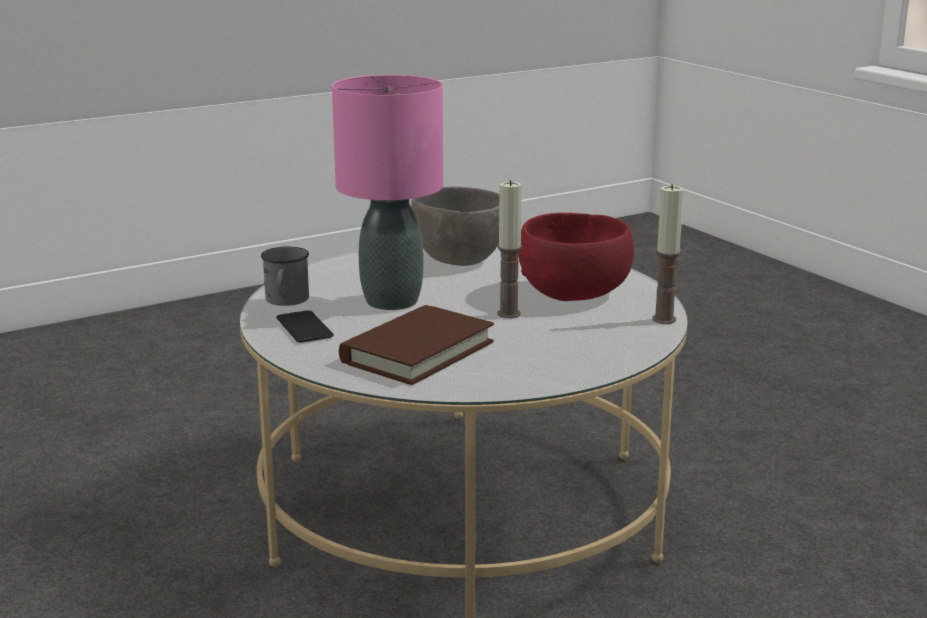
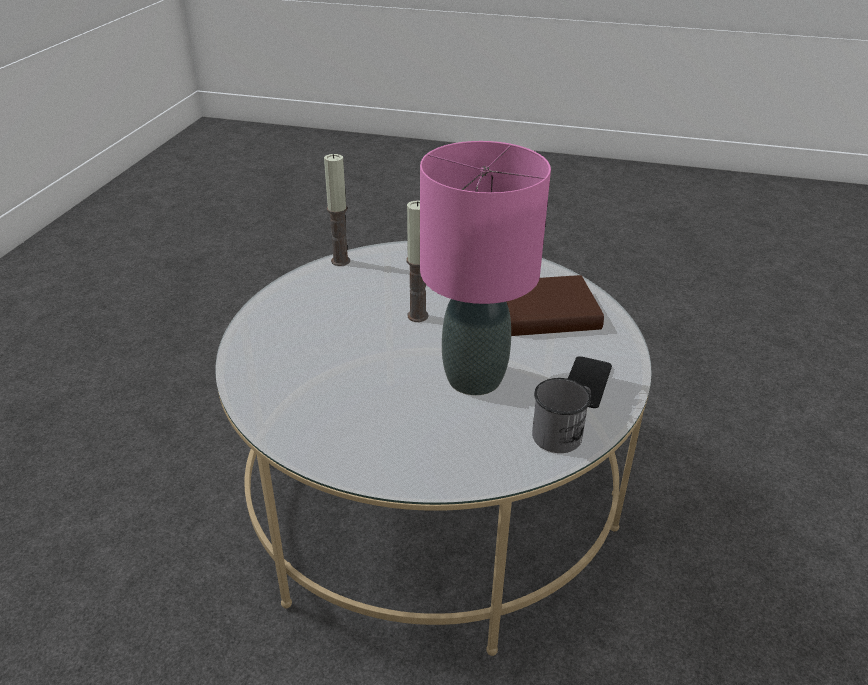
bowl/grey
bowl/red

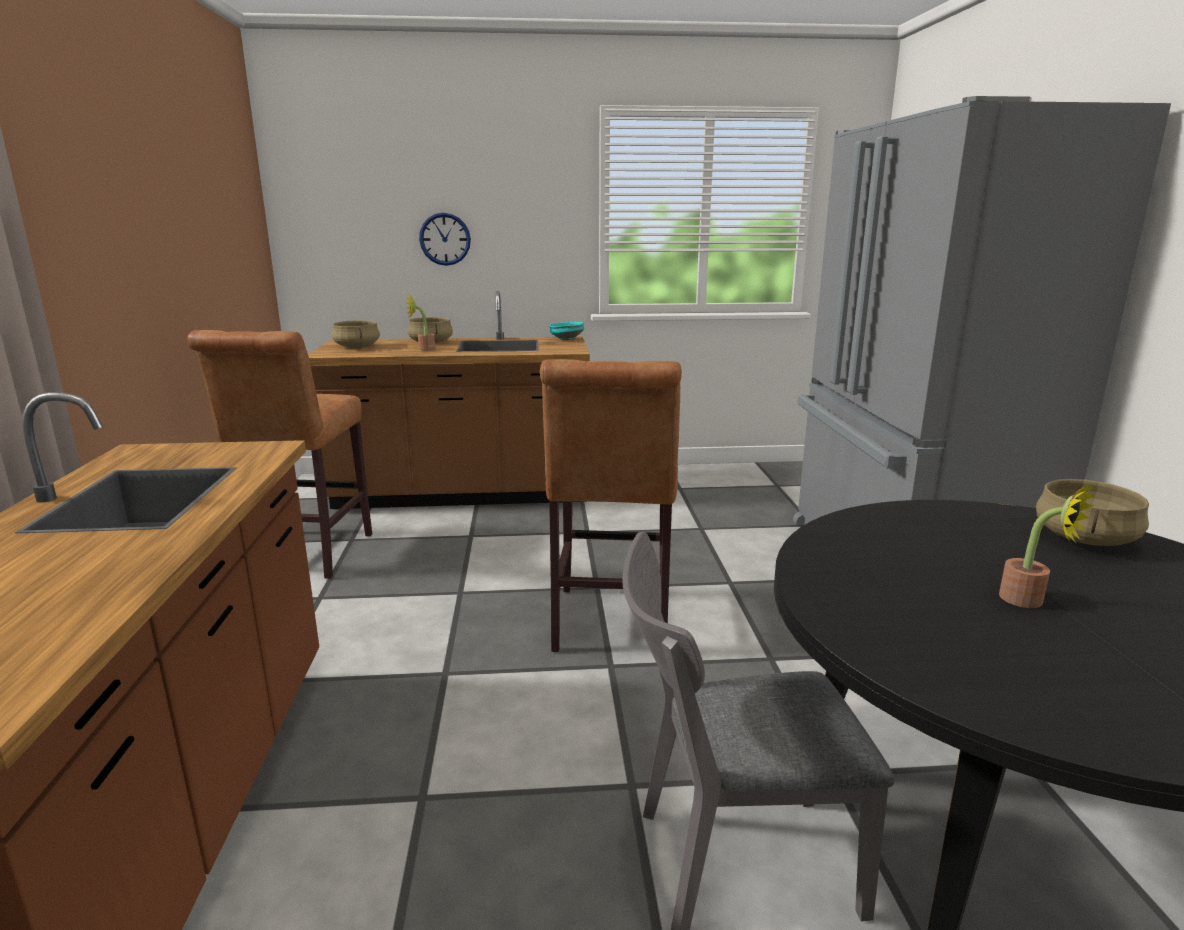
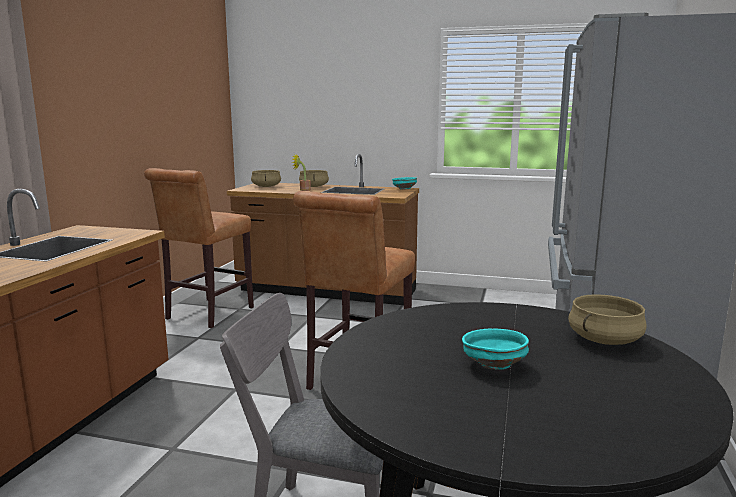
wall clock
bowl/turquoise (2nd from left)

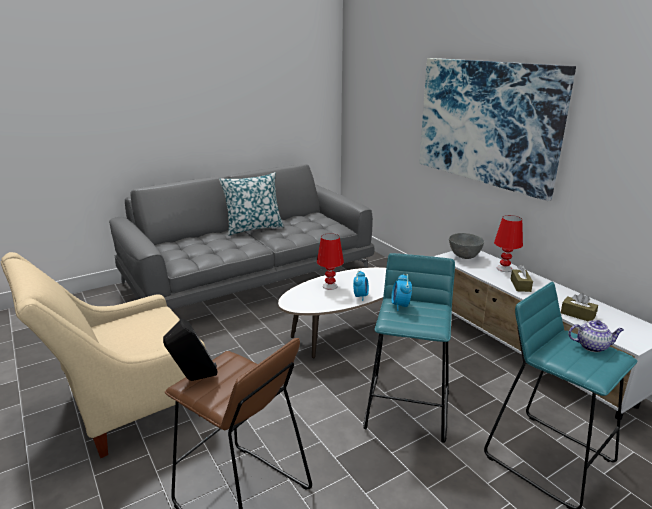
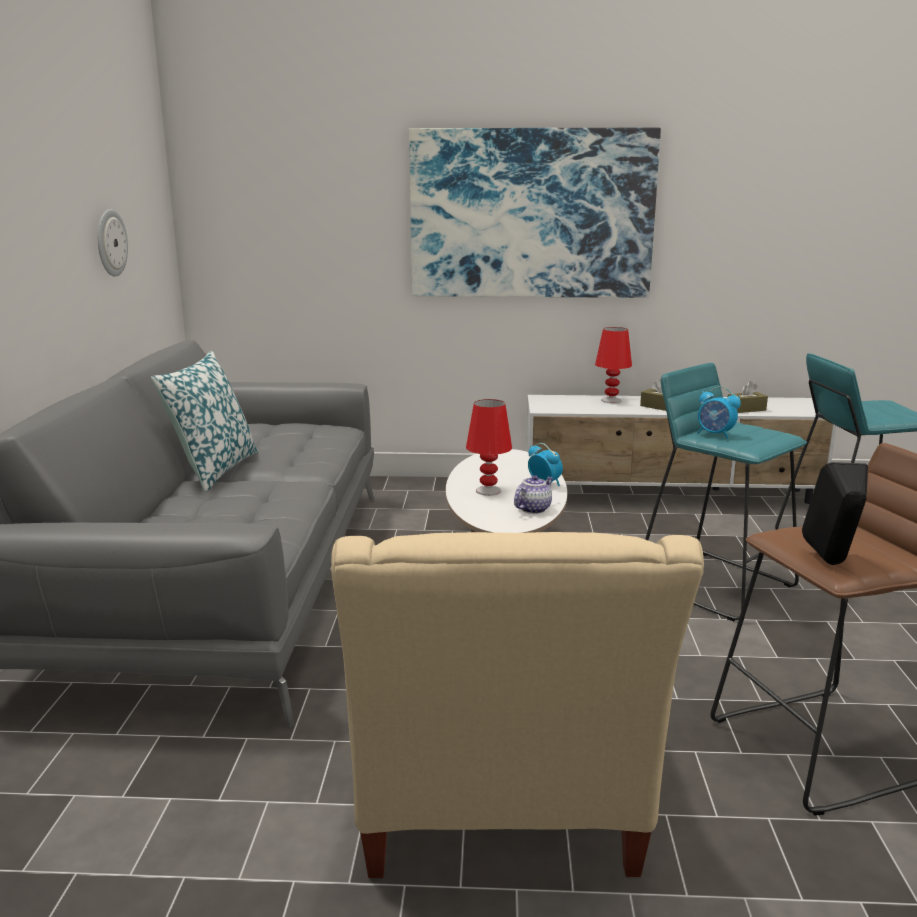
bowl/grey
wall clock
teapot

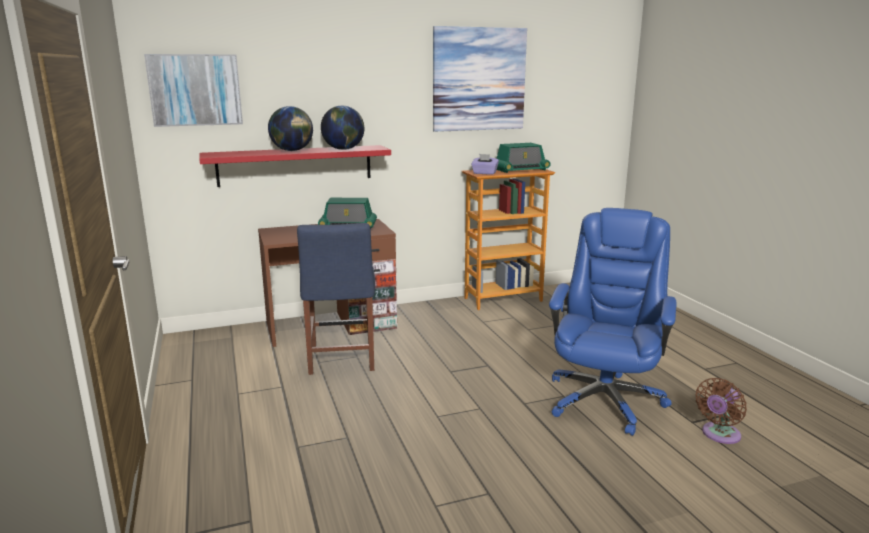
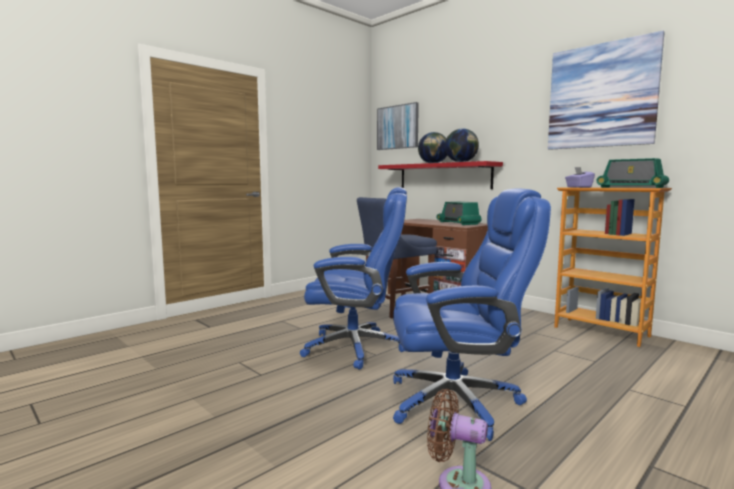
office chair/blue (1st from left)

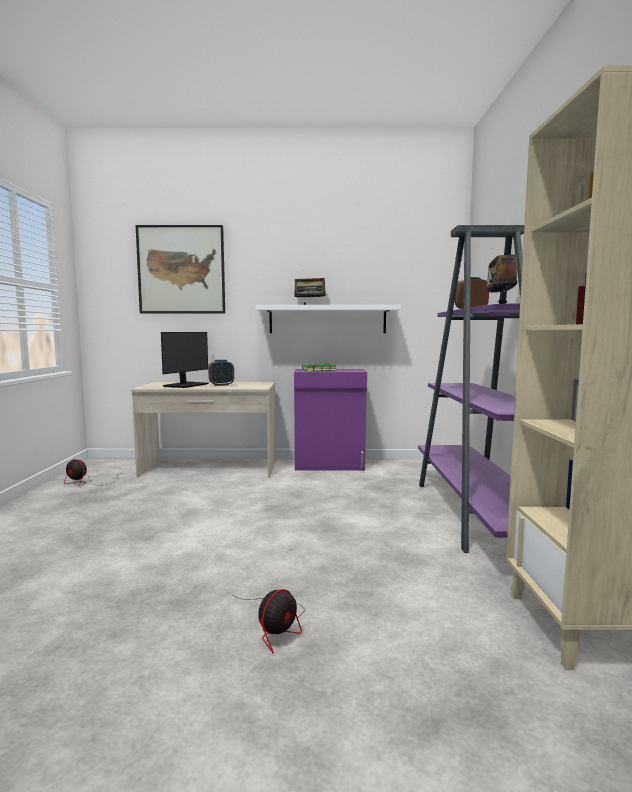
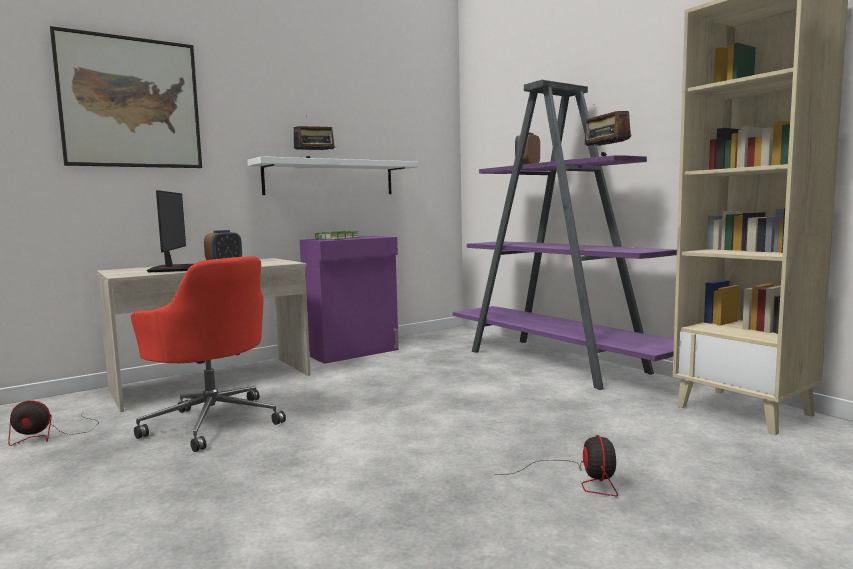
office chair/red

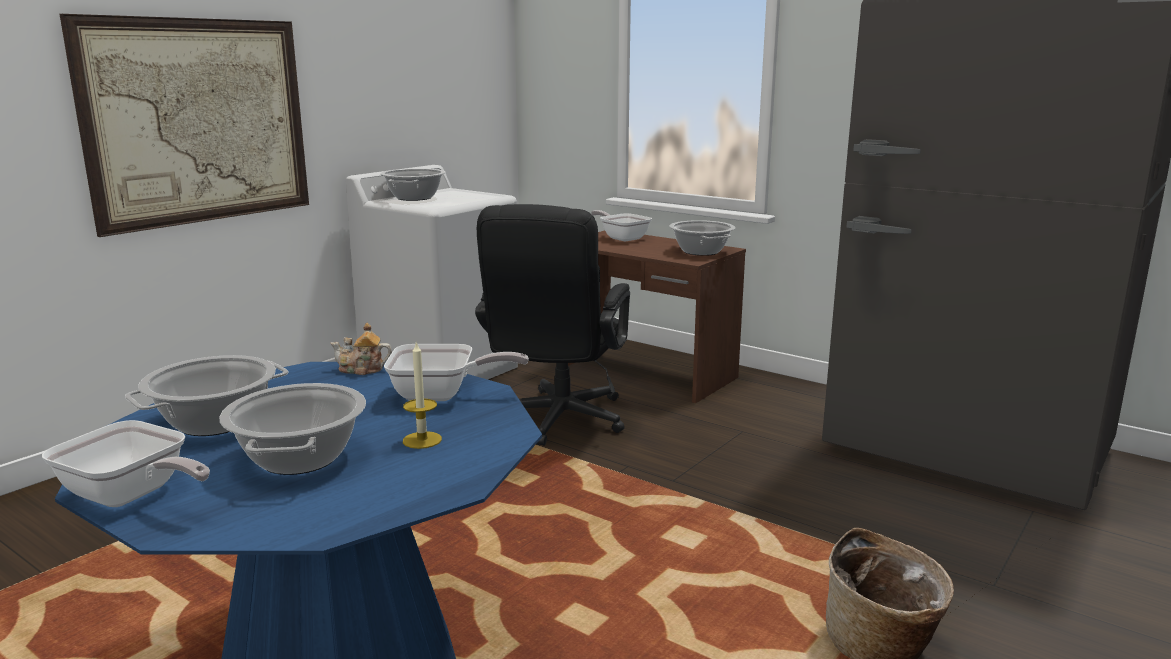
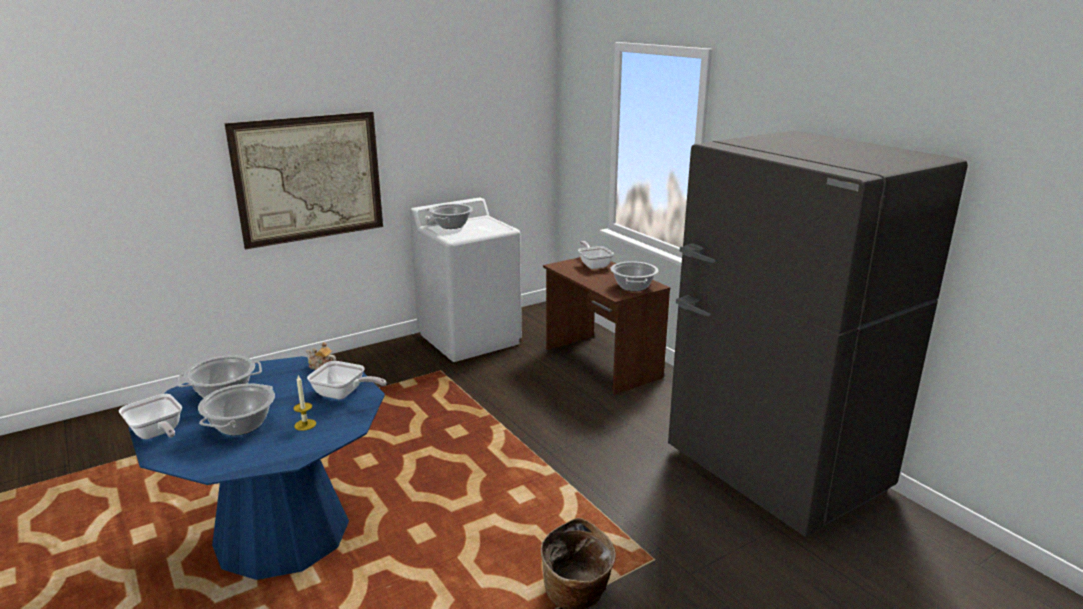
office chair/black

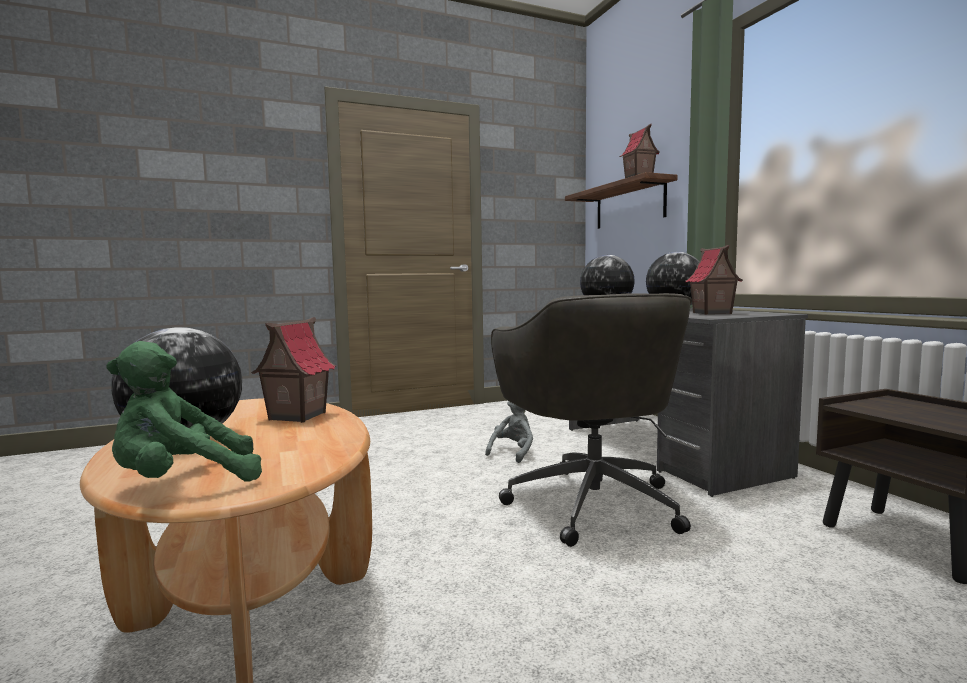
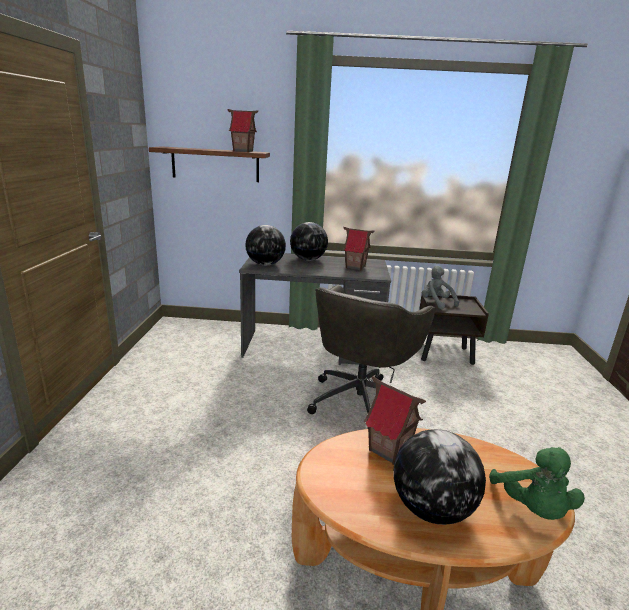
plush toy/grey
office chair/grey

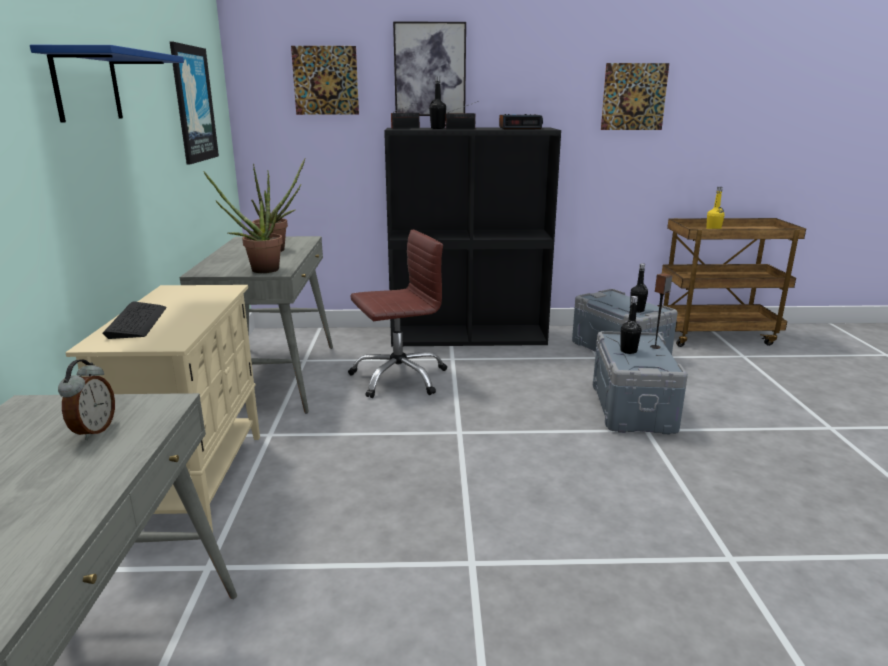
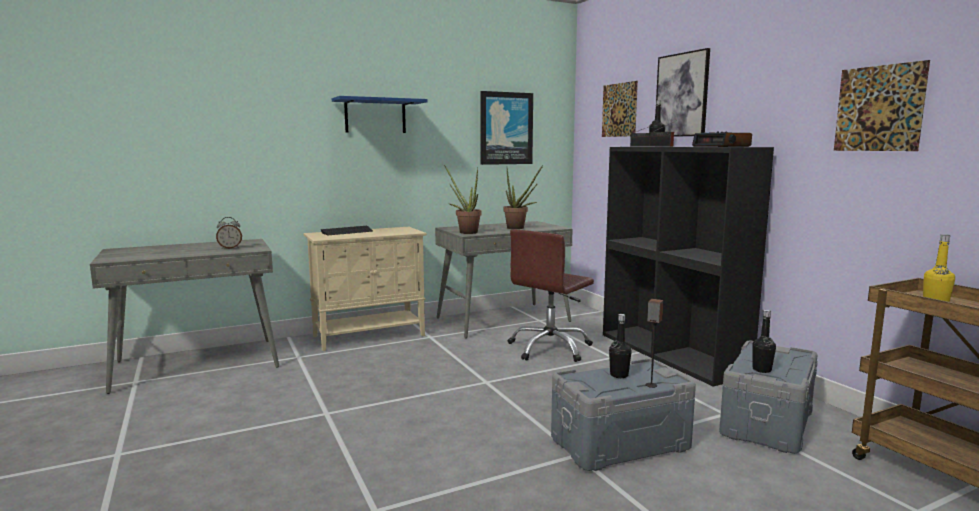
office chair/brown

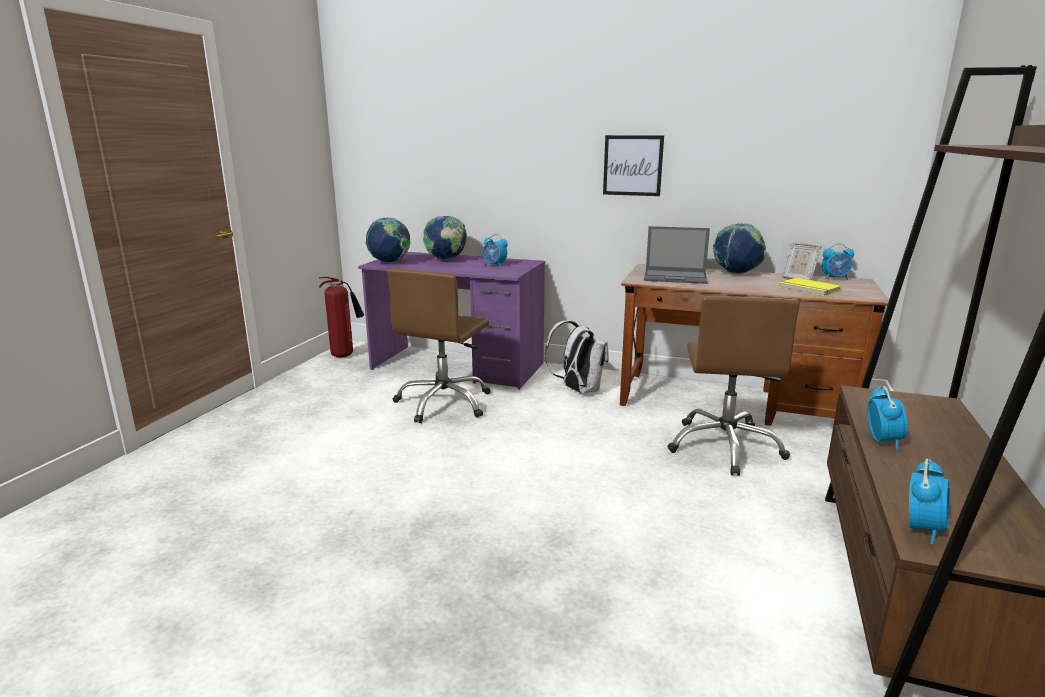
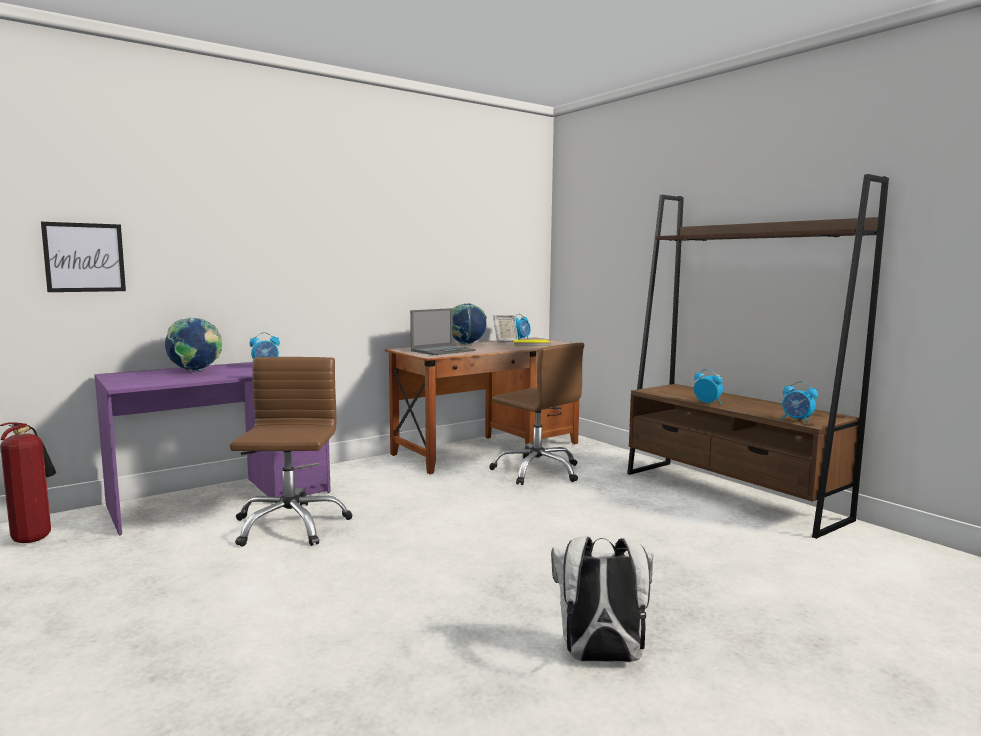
globe (1st from left in the first image)
backpack/white
picture
office chair/brown (1st from left)
alarm clock (4th from left)

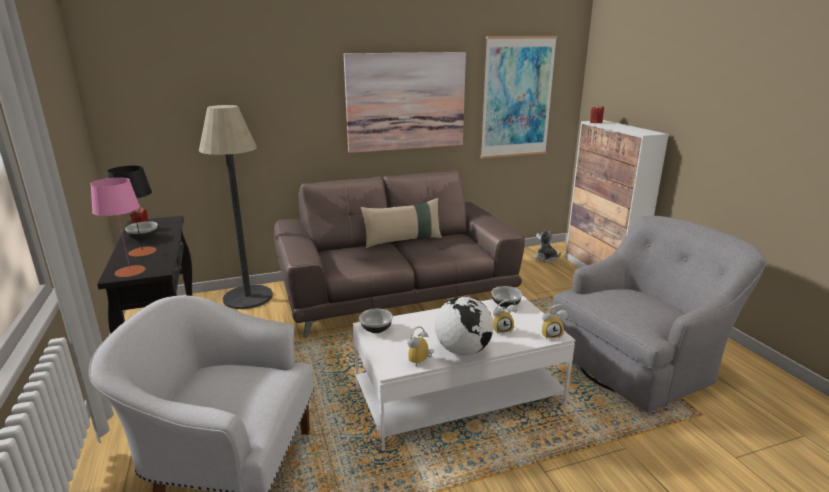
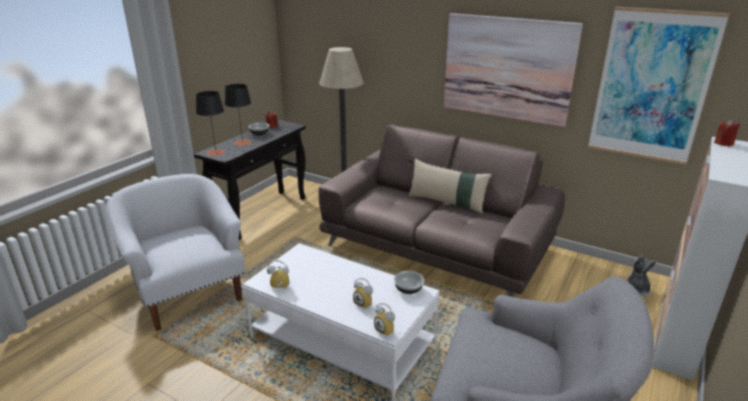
bowl (2nd from left in the first image)
globe
table lamp/black (1st from left)

